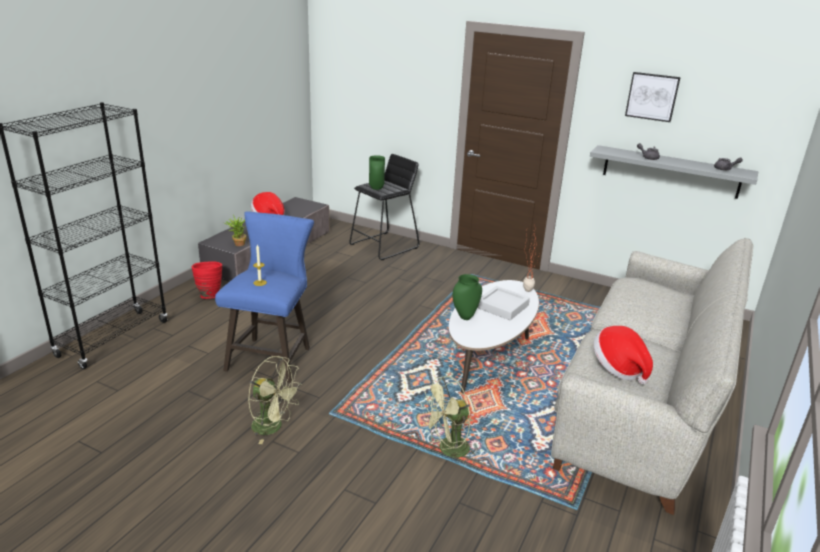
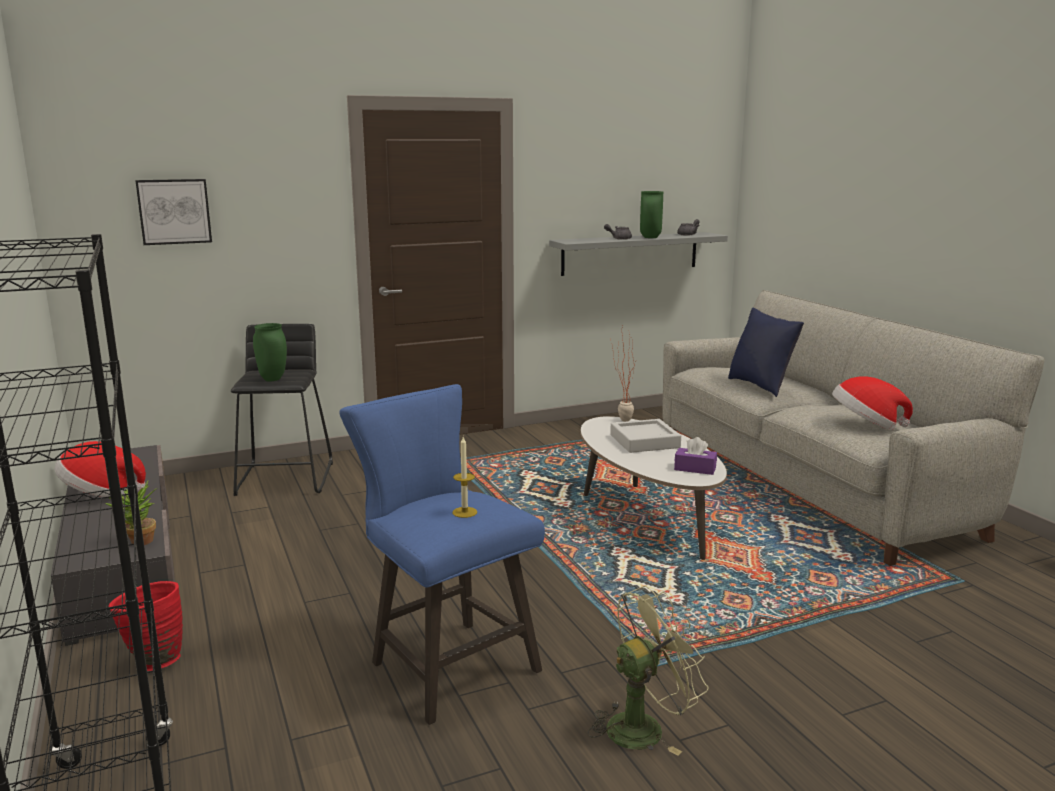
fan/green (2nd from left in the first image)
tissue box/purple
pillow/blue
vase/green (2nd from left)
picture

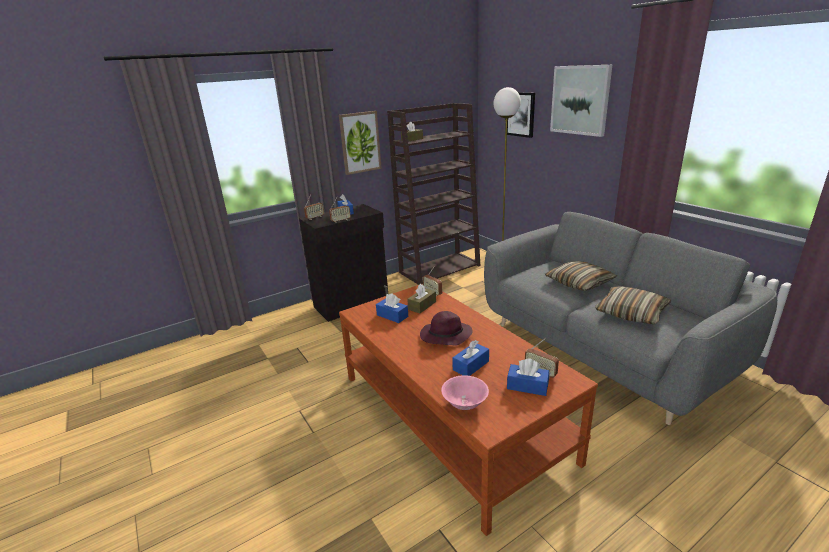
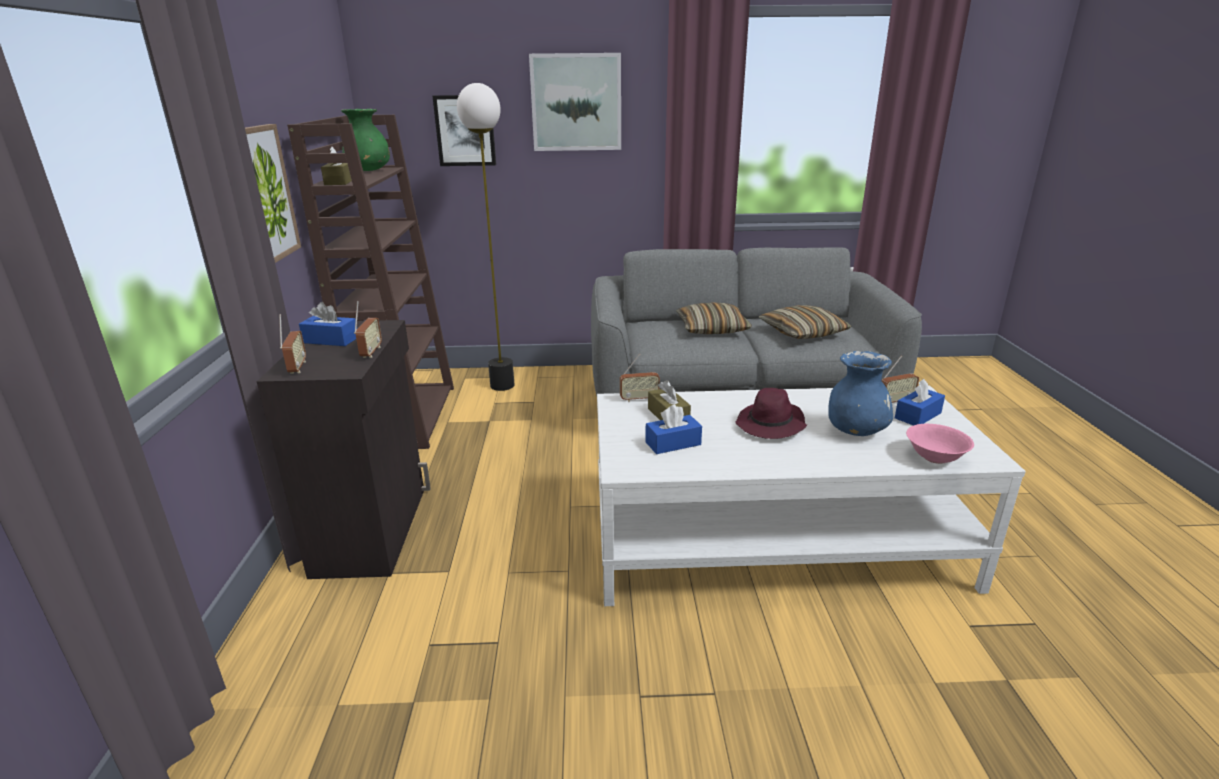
vase/green
vase/blue
coffee table/white

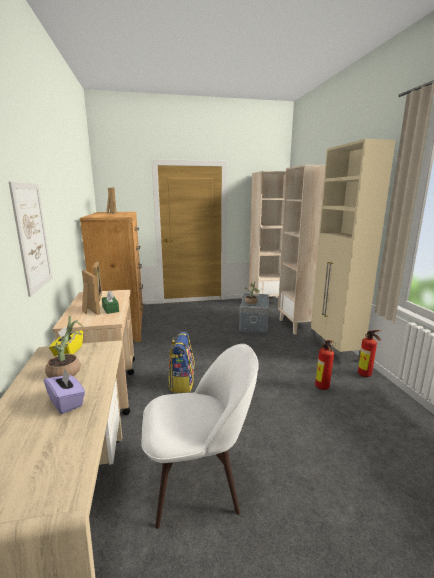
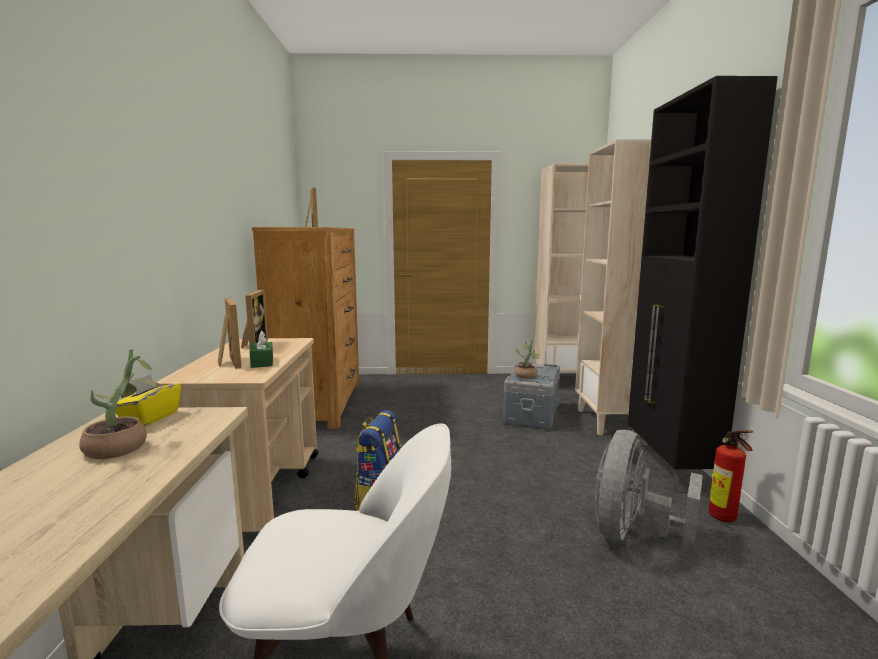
picture
tissue box/purple
fan/grey
cabinet/black

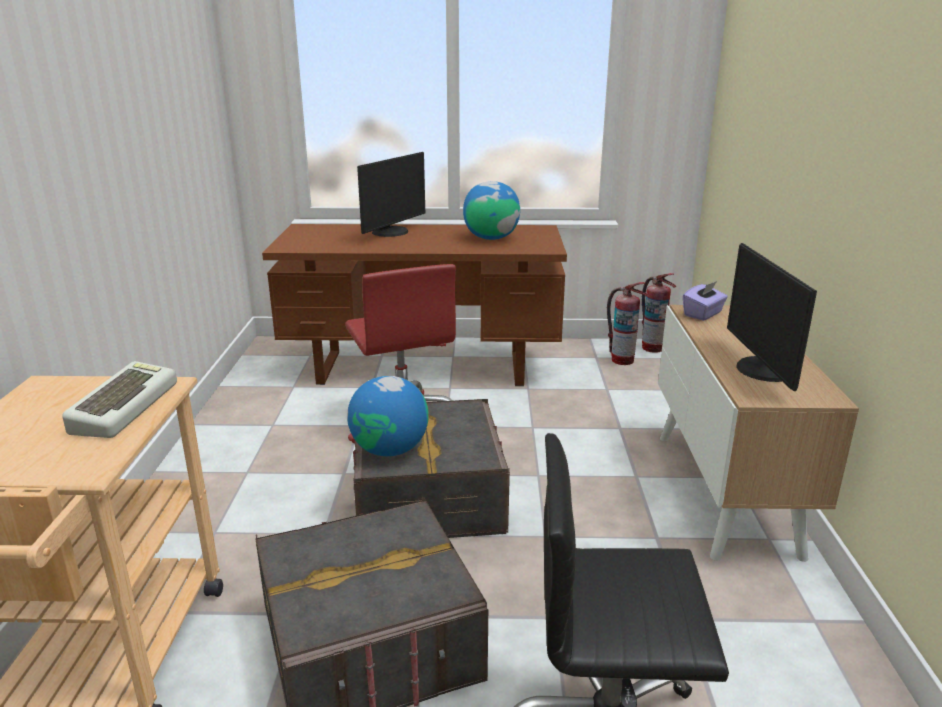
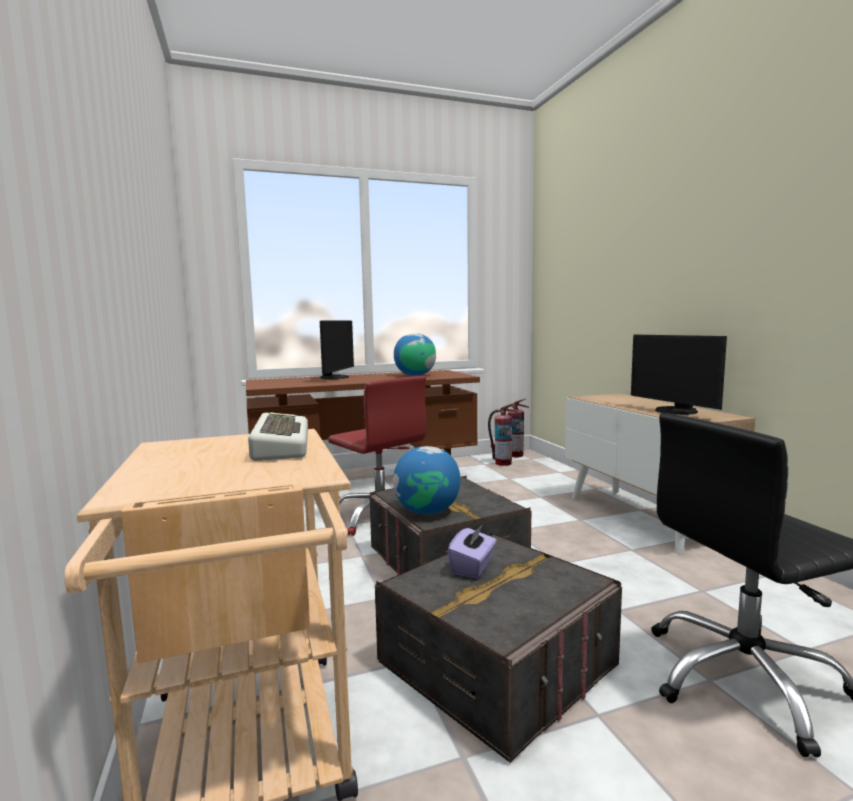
tissue box/purple

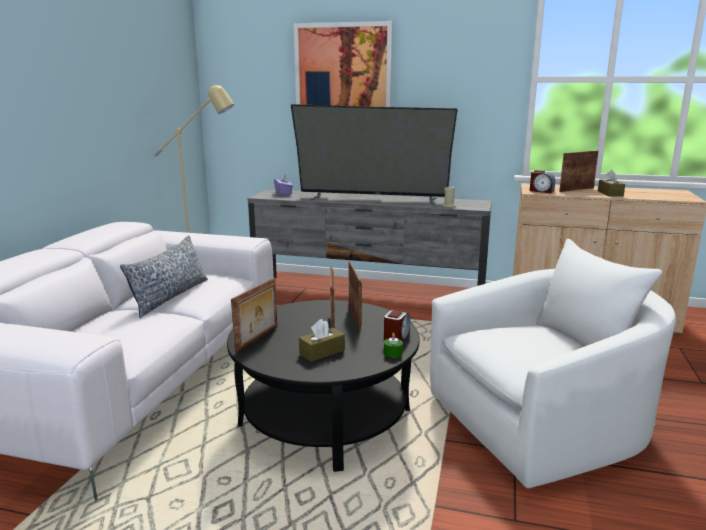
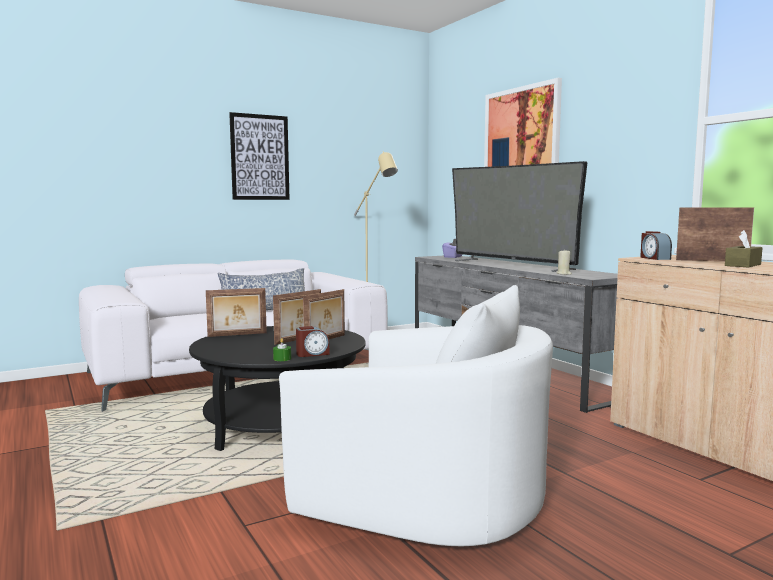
tissue box/brown (1st from left in the first image)
picture (1st from left)

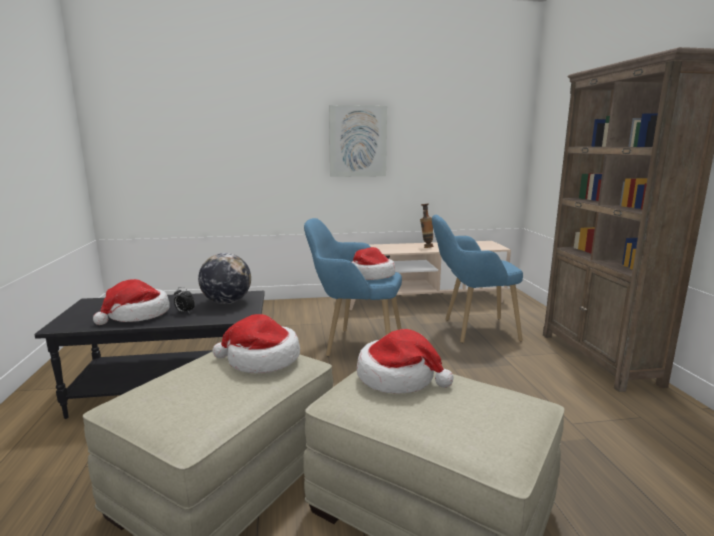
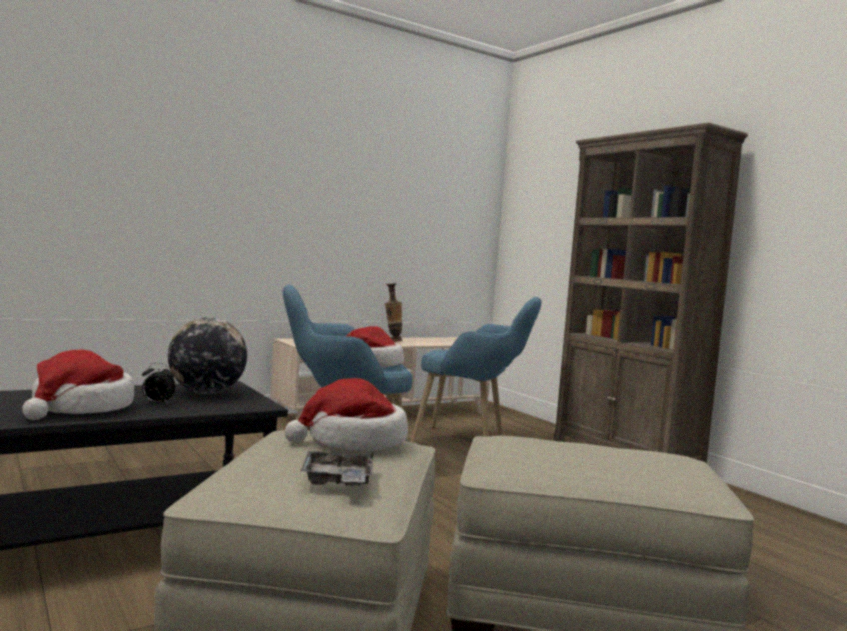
picture
hat (4th from left in the first image)
tray/grey
armchair/blue (2nd from left)

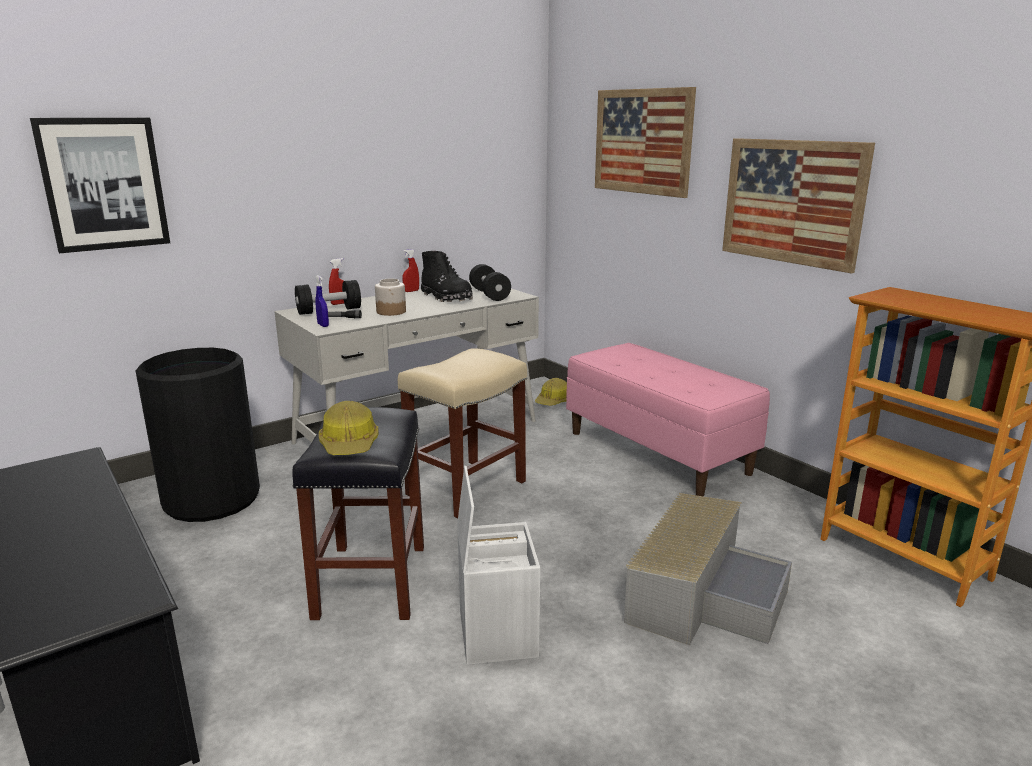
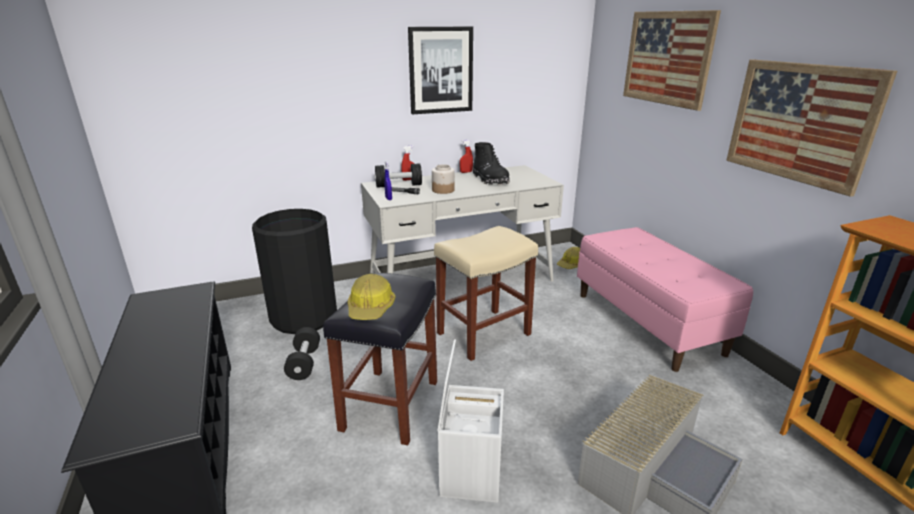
picture (1st from left)
dumbbell/black (1st from left)

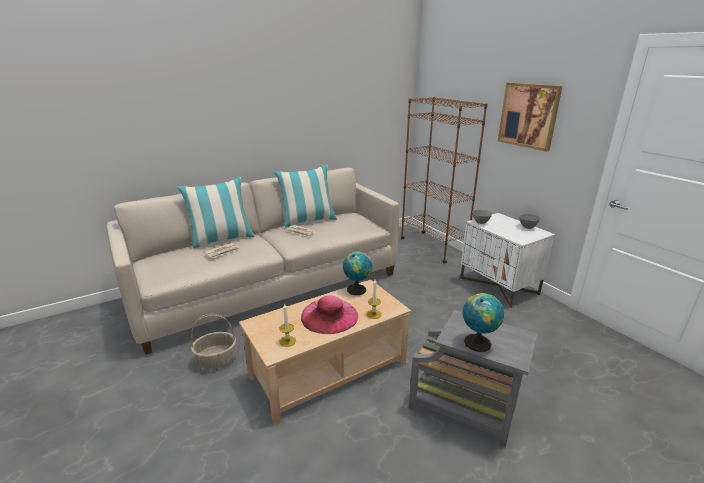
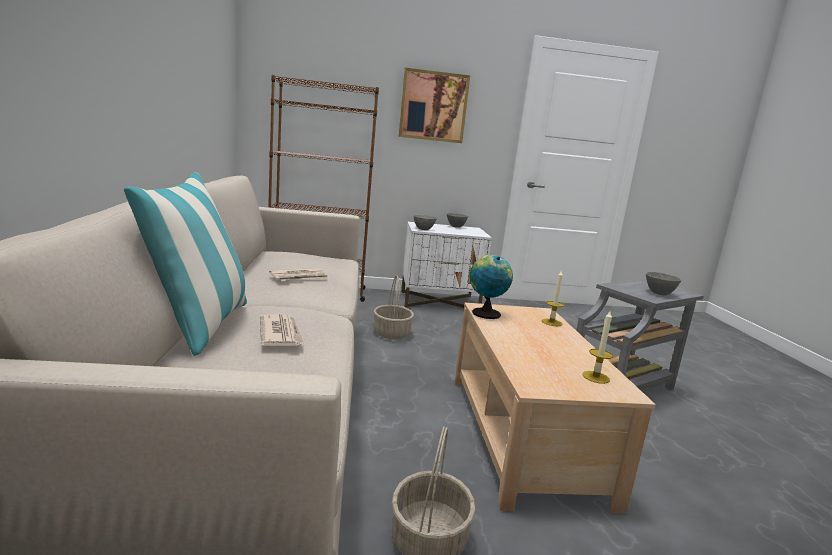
pillow (2nd from left in the first image)
hat/pink
basket (1st from left)
bowl/grey (3rd from left)

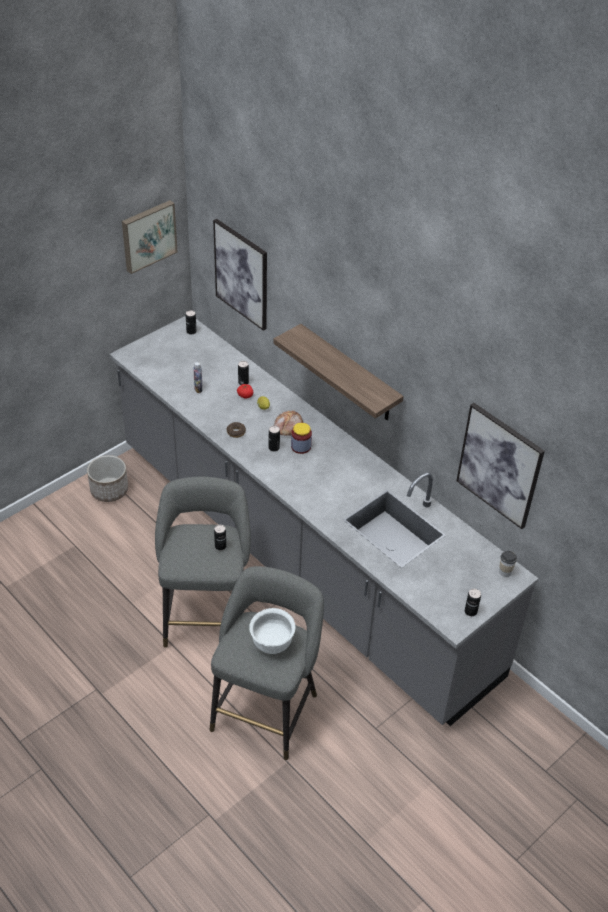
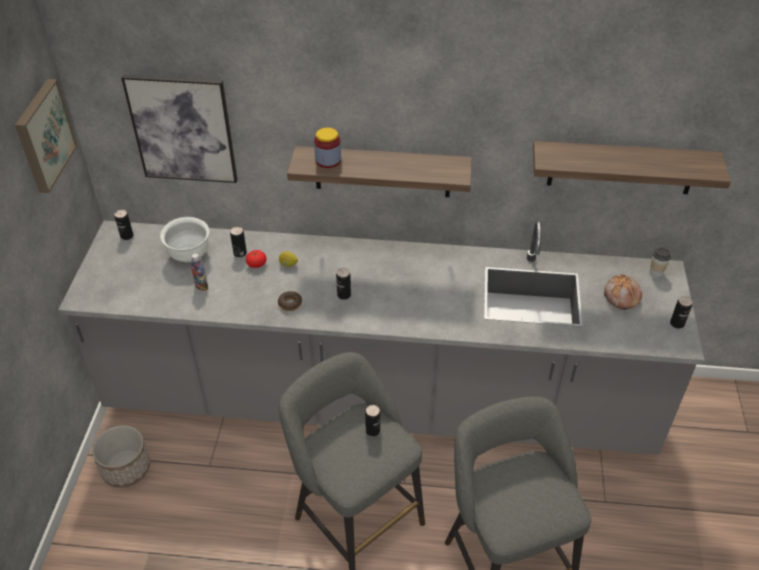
bowl/white
bread
jar
shelf (2nd from left)

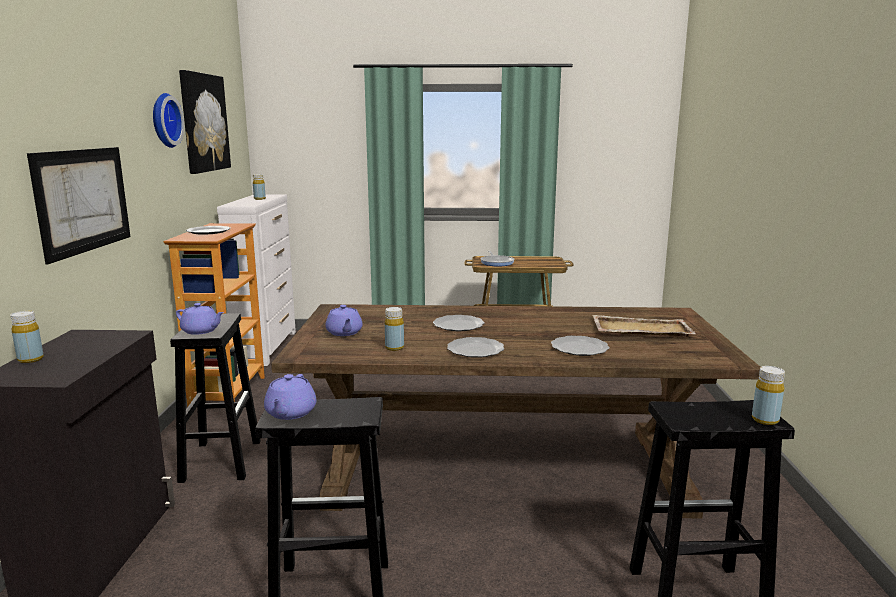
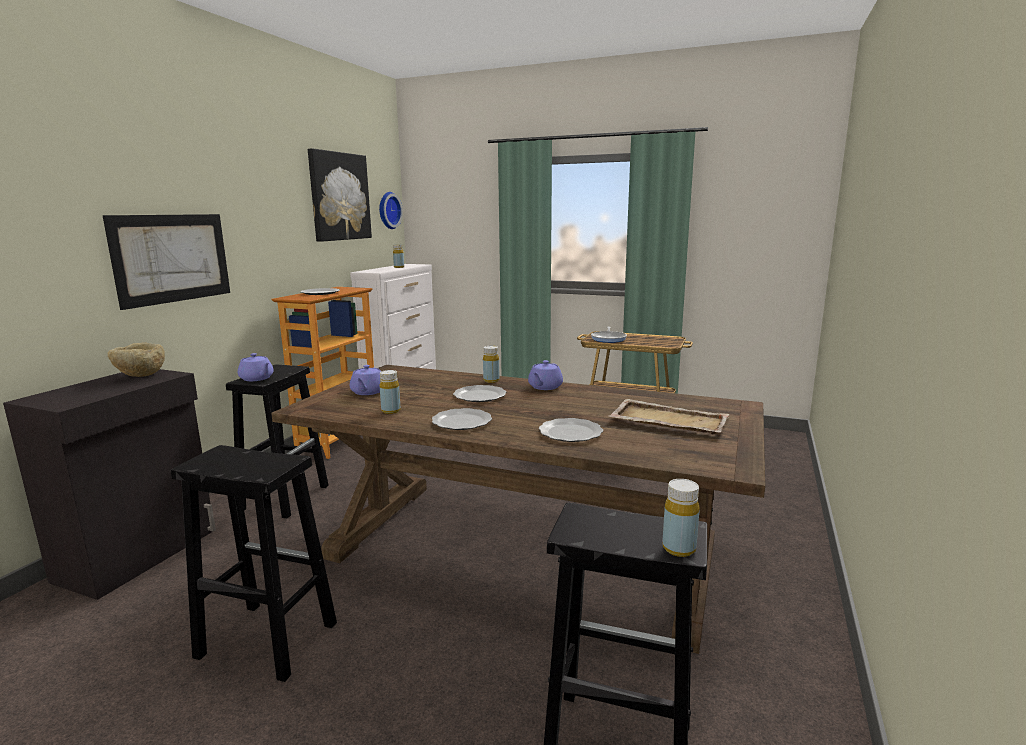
bowl/beige
bottle/yellow (3rd from left)
wall clock
teapot/purple (3rd from left)

